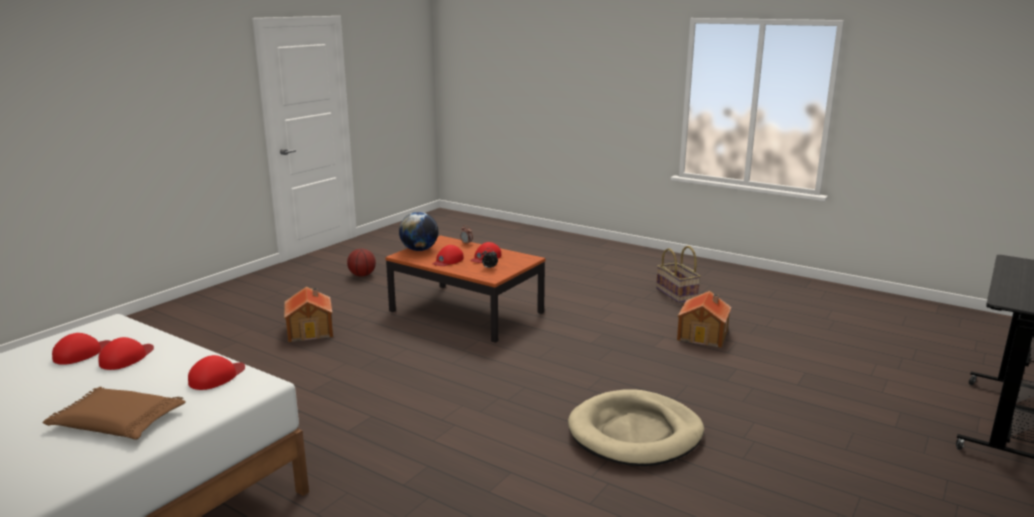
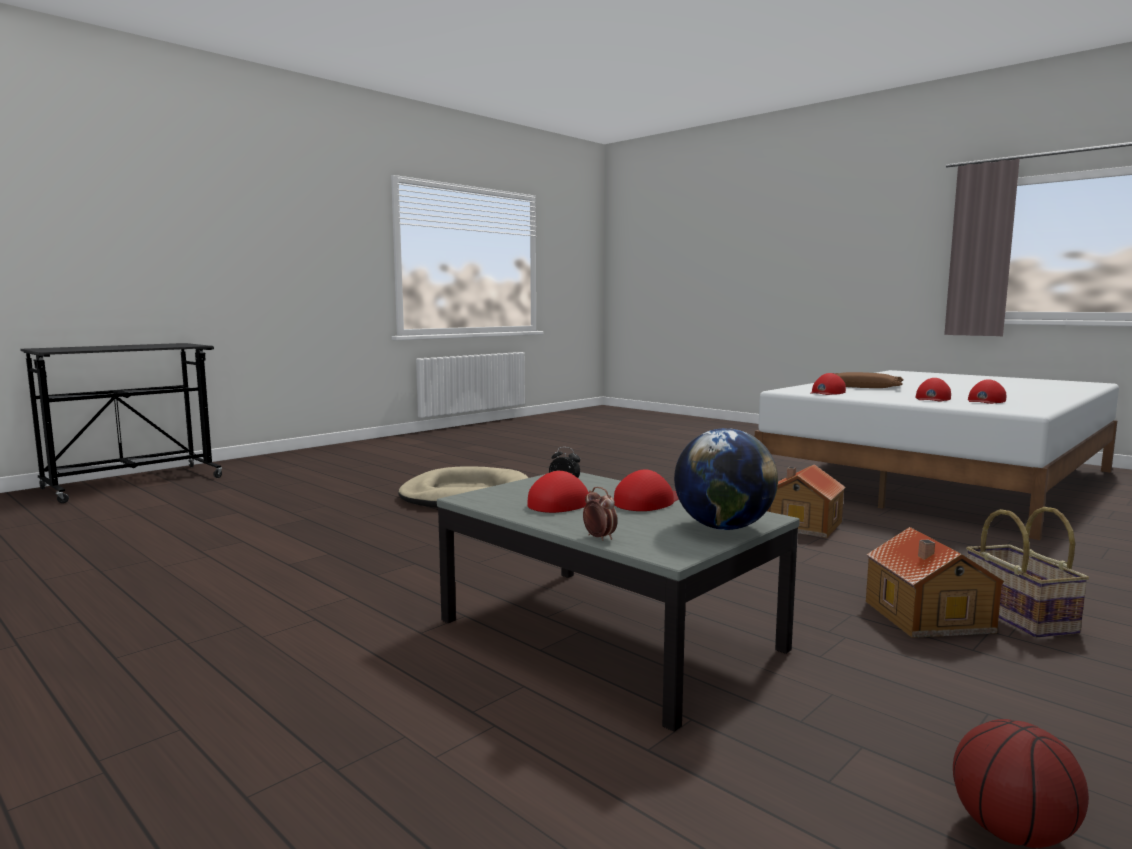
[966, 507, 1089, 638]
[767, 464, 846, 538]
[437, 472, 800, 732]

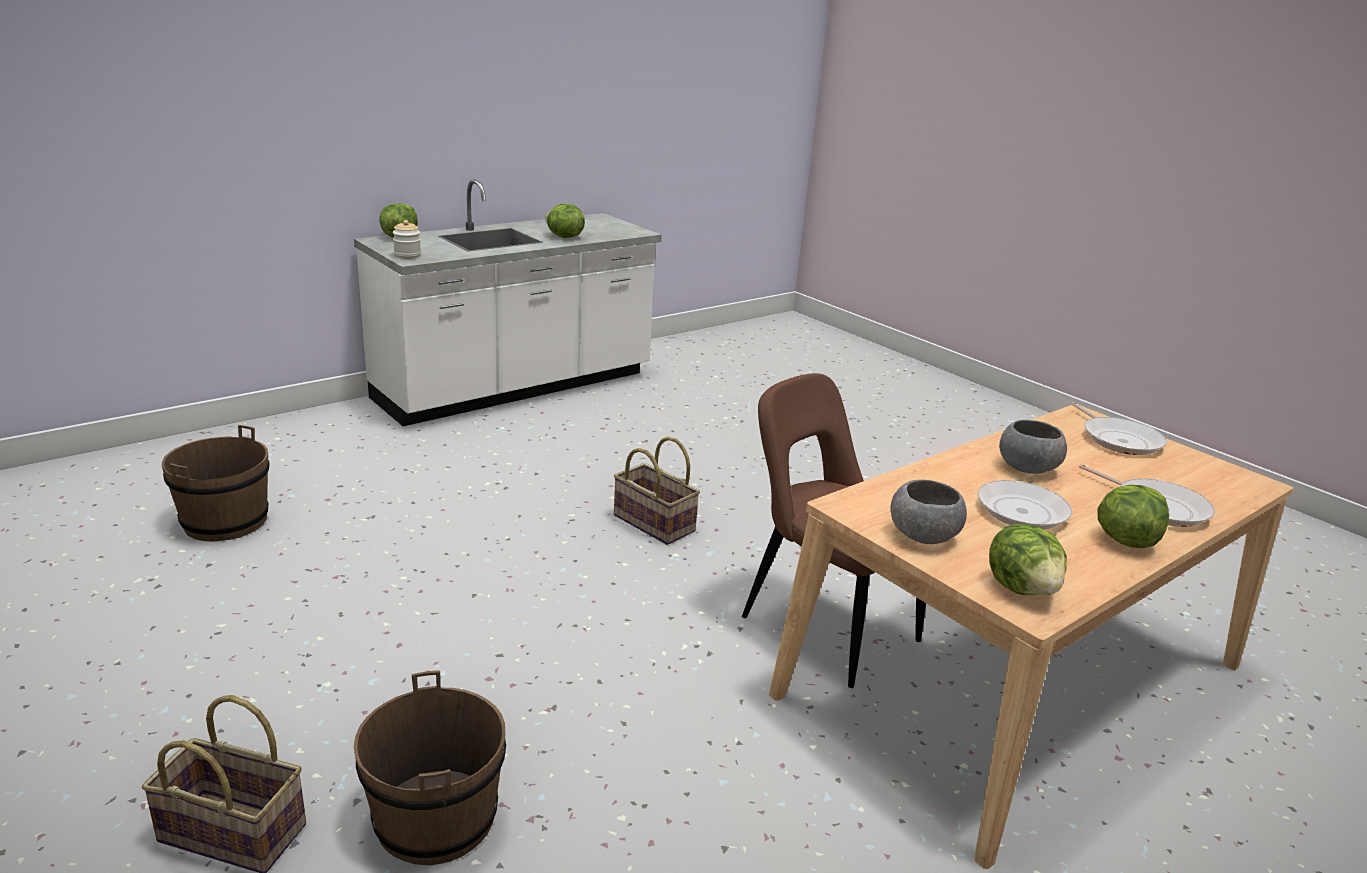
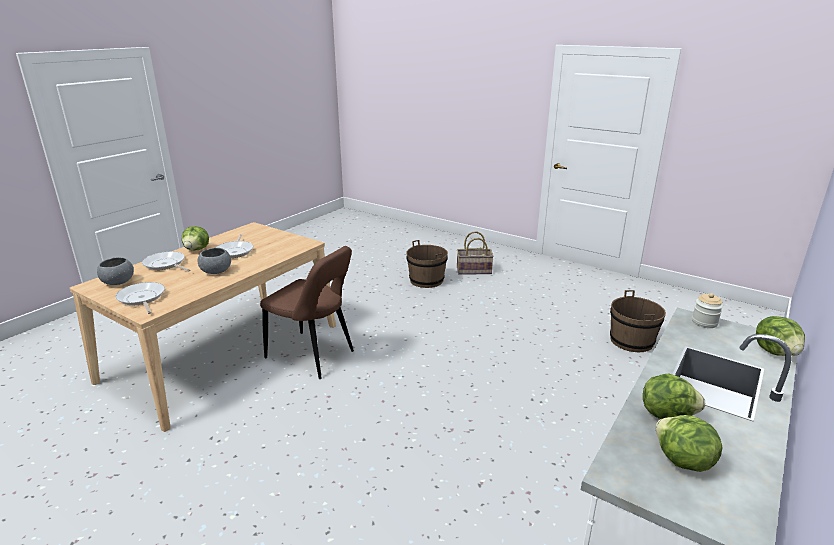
[614, 437, 700, 545] (first image)
[97, 257, 134, 285]
[655, 415, 723, 472]

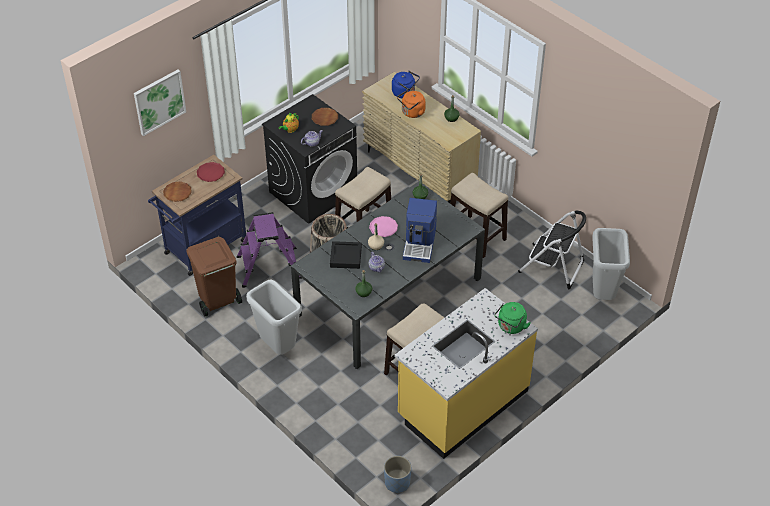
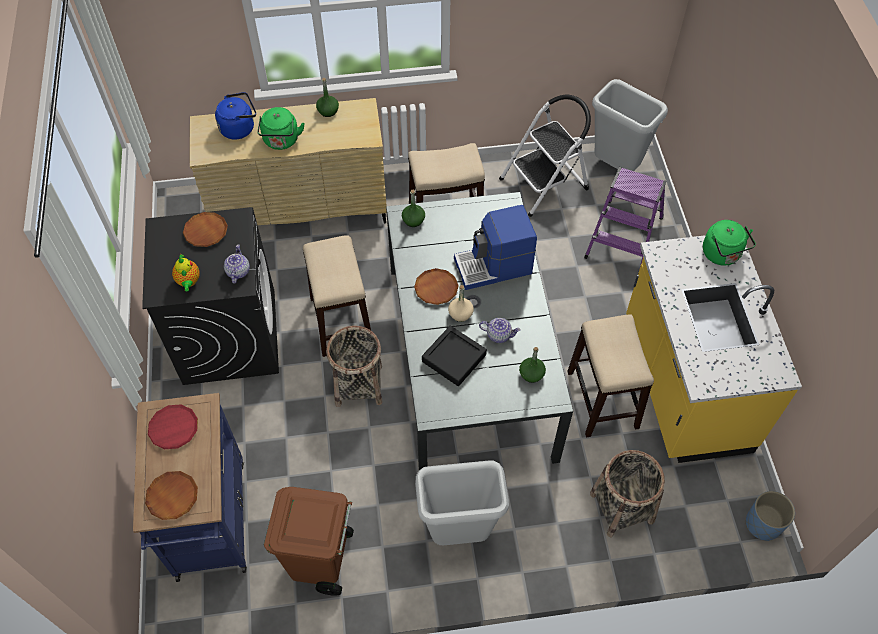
[134, 70, 186, 136] (first image)
[590, 450, 665, 537]
[584, 167, 666, 273]
[414, 268, 459, 305]
[257, 107, 305, 150]
[454, 205, 537, 290]

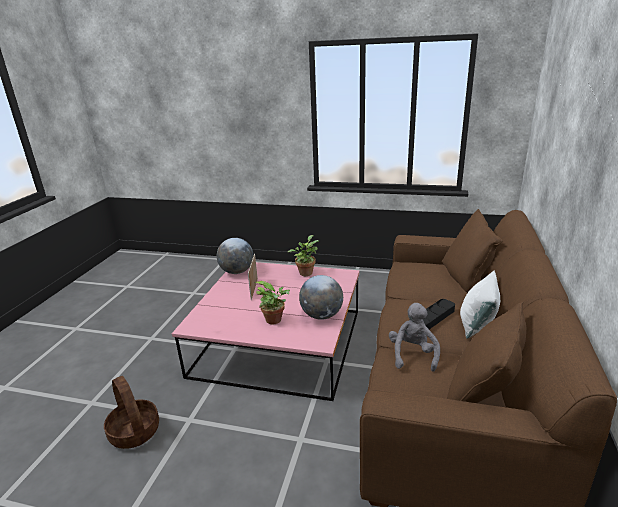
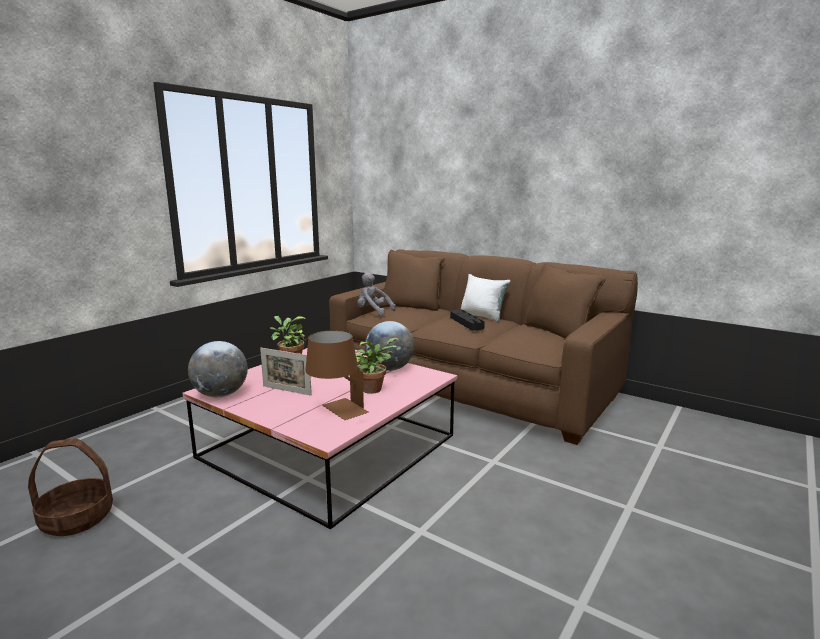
[305, 330, 368, 420]
[28, 438, 113, 536]
[357, 272, 396, 315]

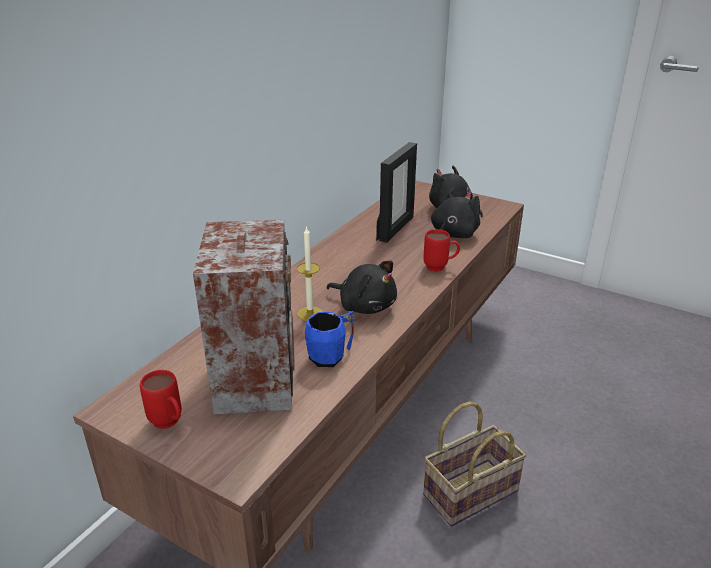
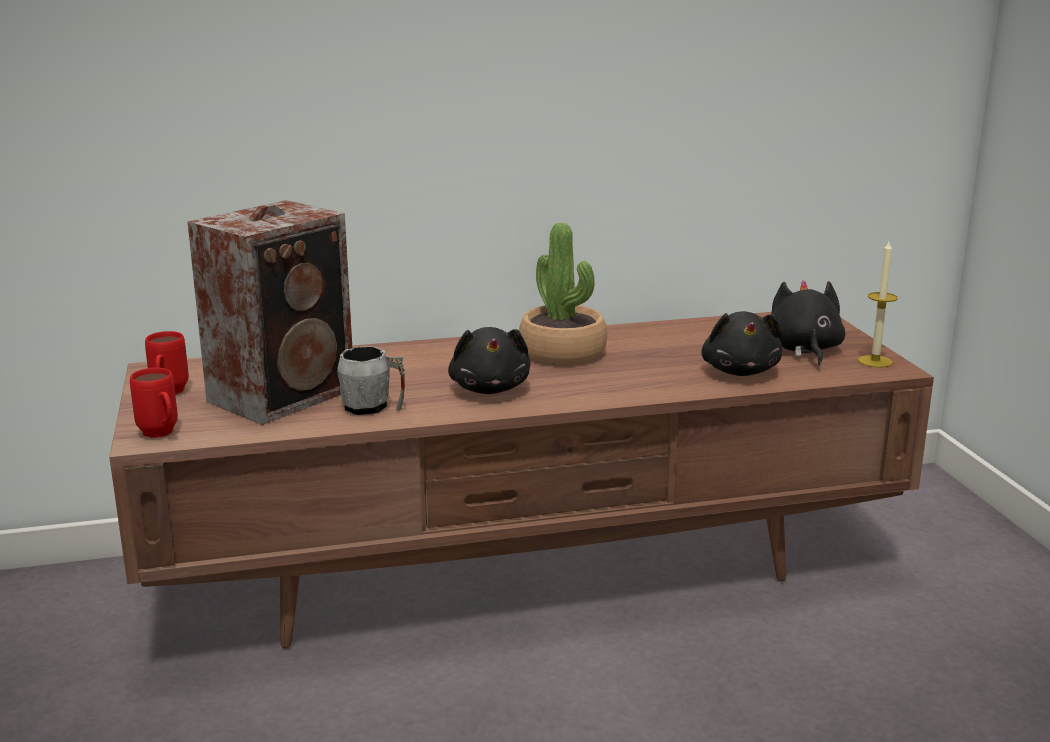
[376, 142, 417, 243] (first image)
[423, 401, 526, 527] (first image)
[519, 223, 607, 365]
[858, 241, 898, 368]
[130, 368, 178, 438]
[337, 346, 405, 415]
[701, 311, 782, 376]

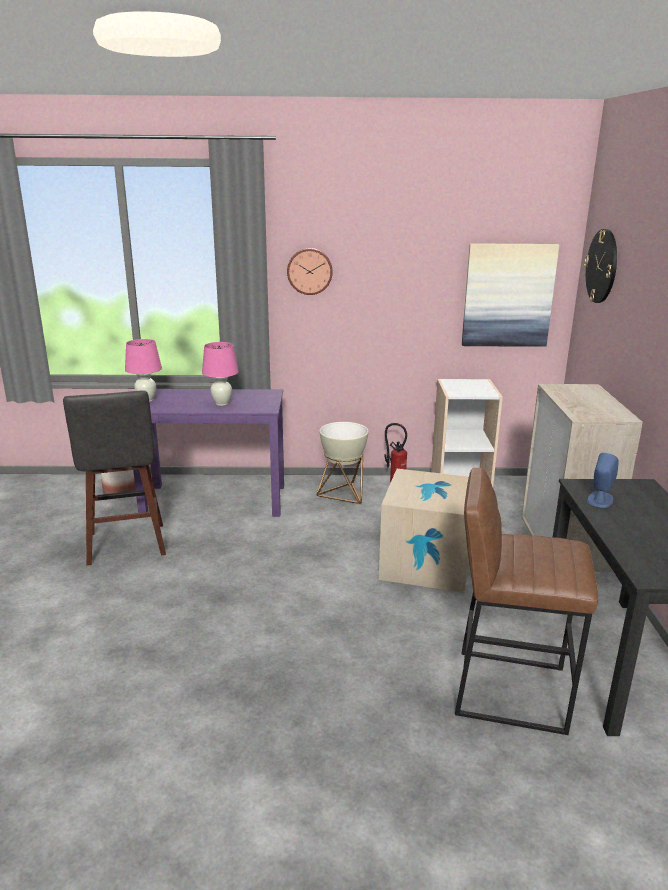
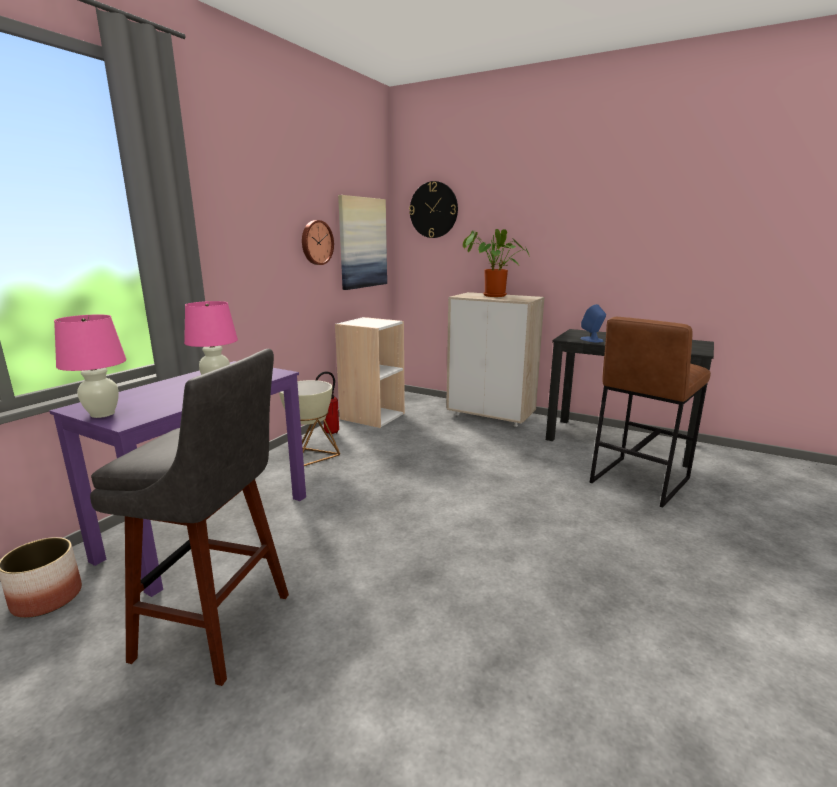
[379, 469, 469, 593] (first image)
[463, 229, 530, 297]
[302, 220, 334, 265]

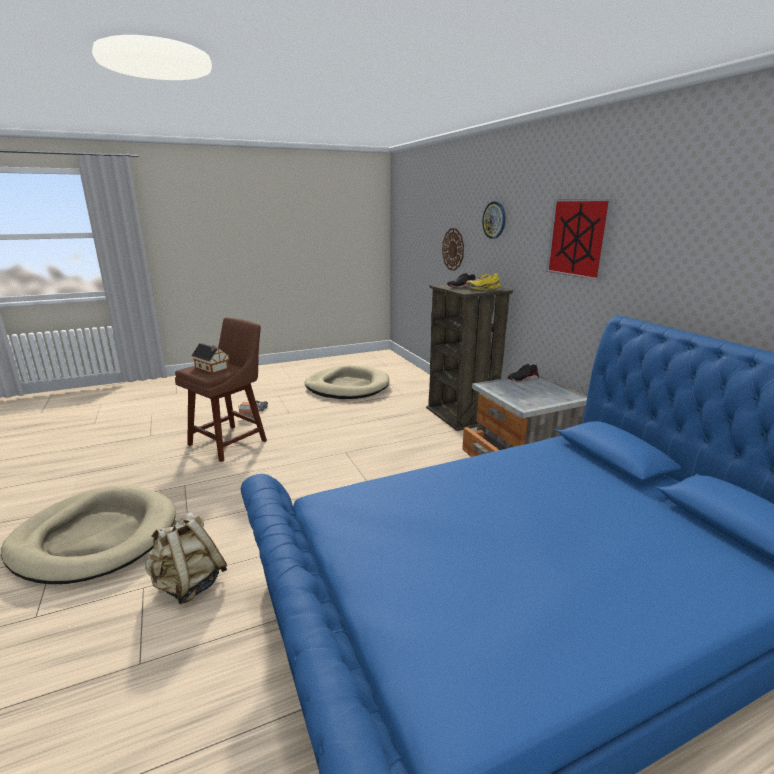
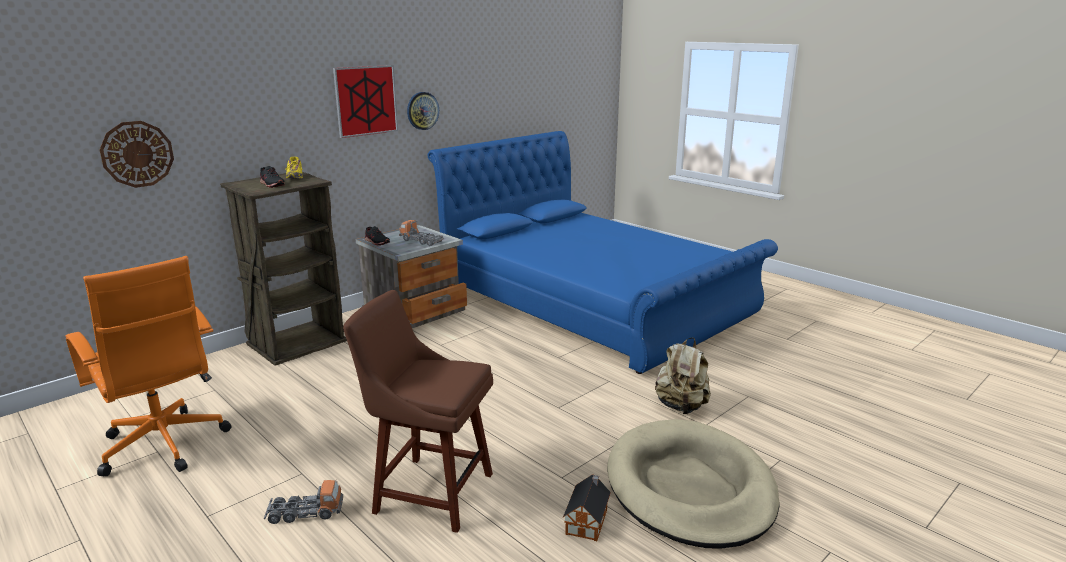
[399, 220, 444, 246]
[563, 474, 611, 541]
[407, 92, 439, 130]
[65, 256, 232, 476]

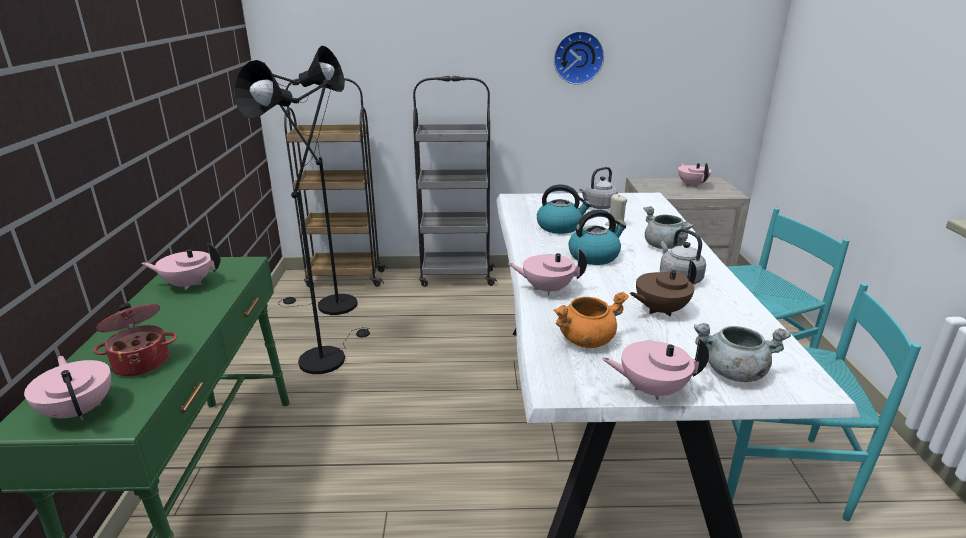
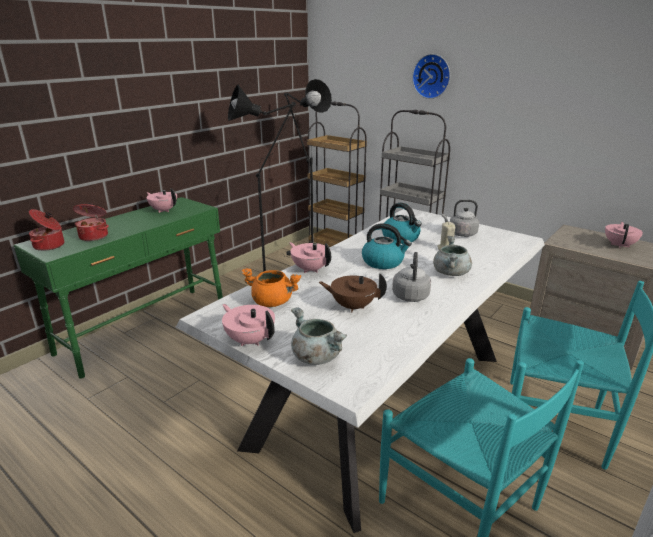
[412, 54, 450, 99]
[29, 209, 64, 251]

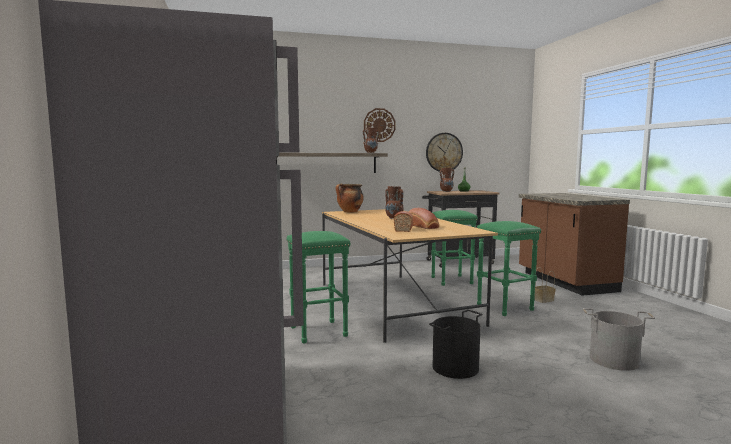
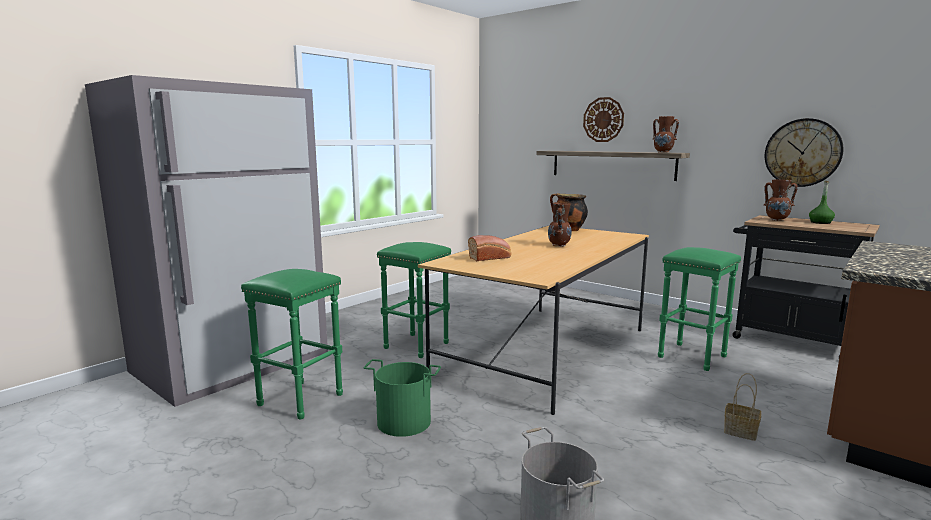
[409, 208, 439, 229] (first image)
[583, 97, 624, 142]
[241, 269, 343, 419]
[364, 359, 441, 437]

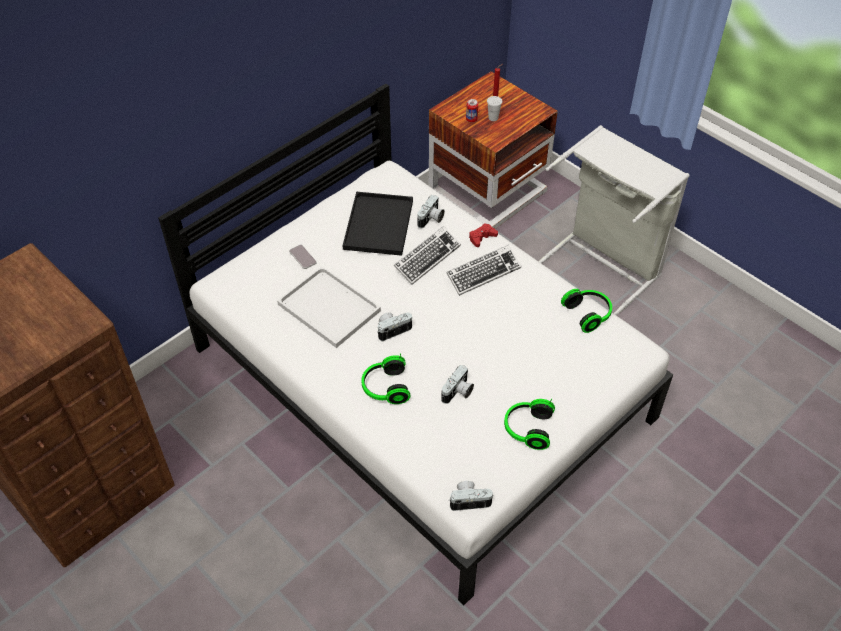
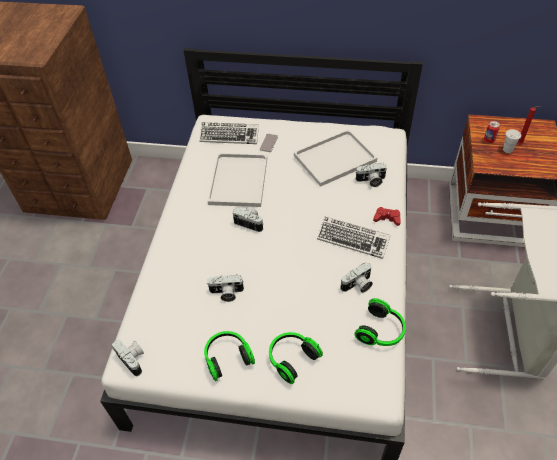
[340, 263, 373, 293]
[269, 332, 323, 384]
[199, 122, 259, 144]
[294, 129, 377, 187]

